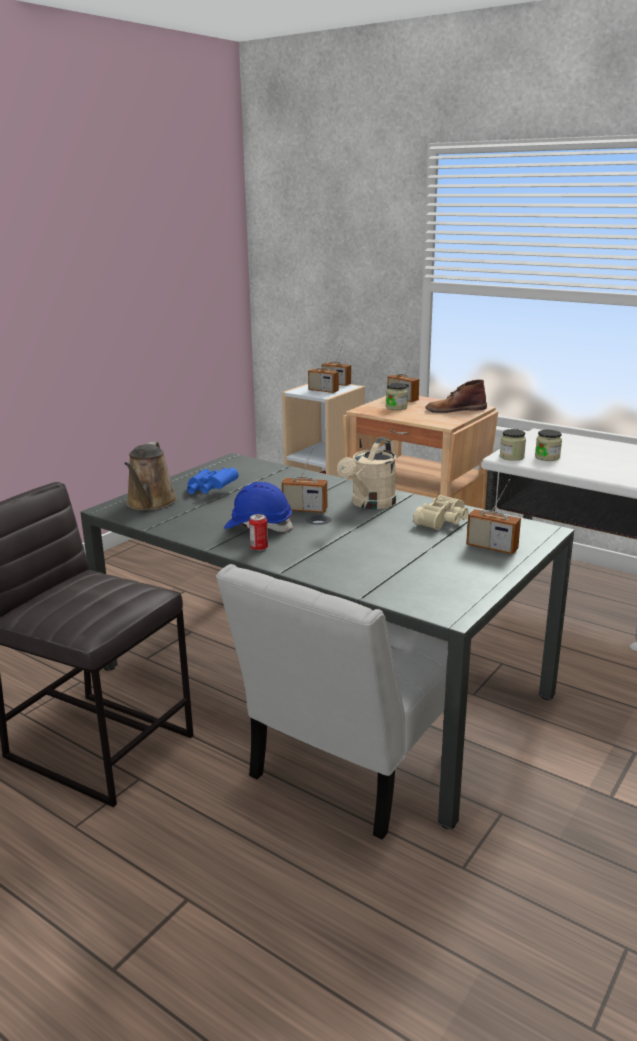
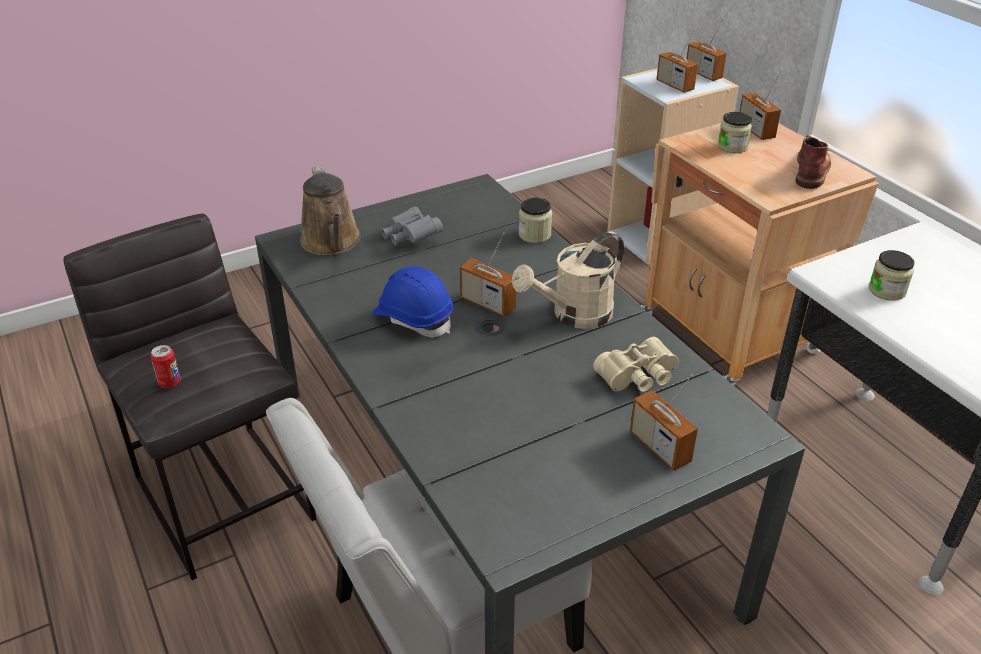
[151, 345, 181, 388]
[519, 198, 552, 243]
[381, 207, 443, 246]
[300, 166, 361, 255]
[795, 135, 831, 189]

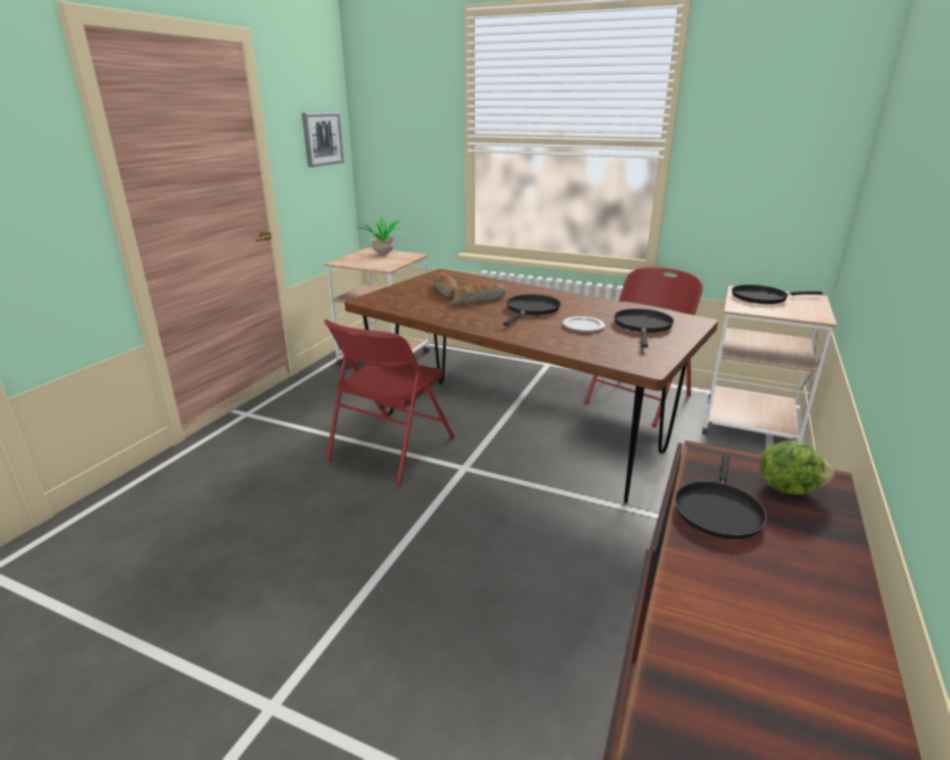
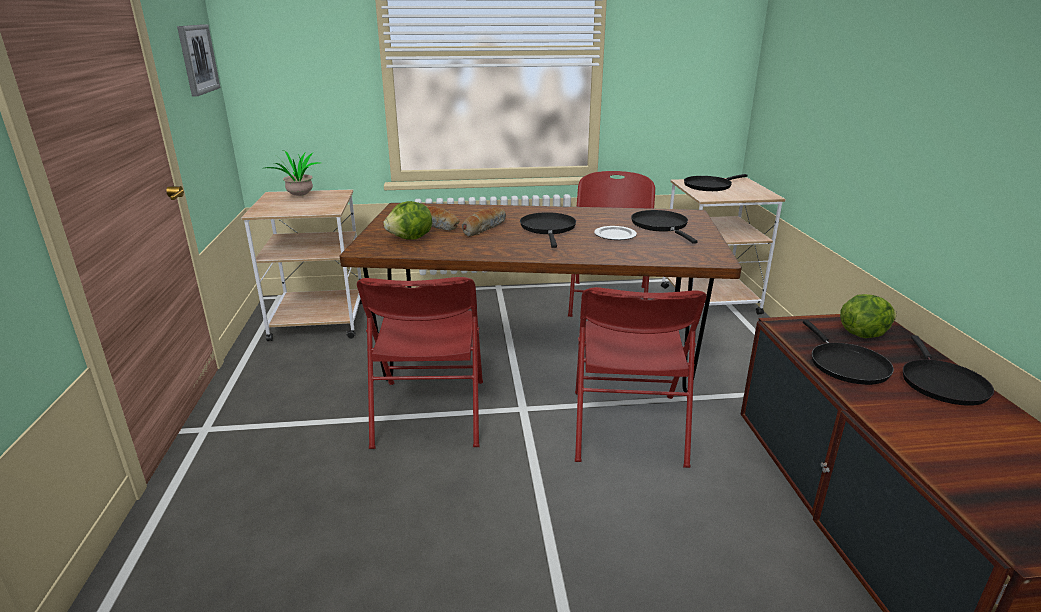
[383, 201, 432, 240]
[575, 287, 706, 468]
[903, 335, 994, 406]

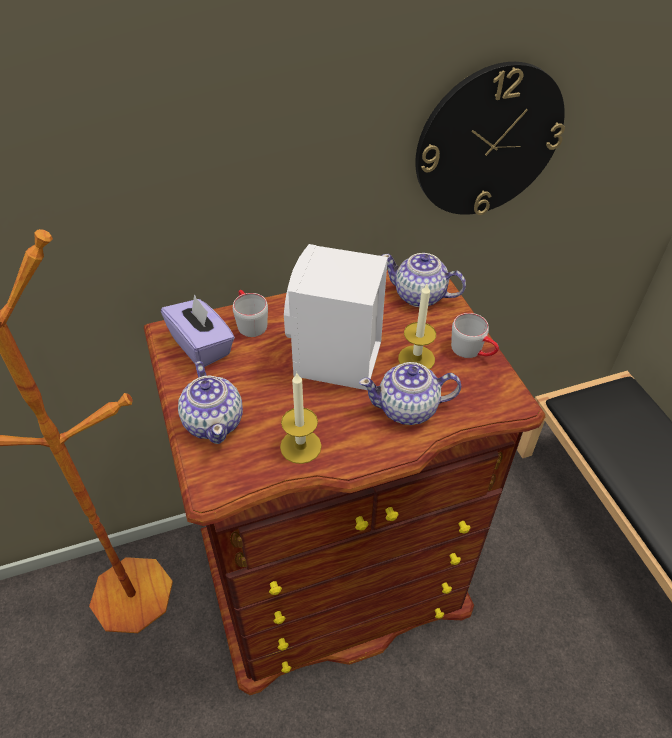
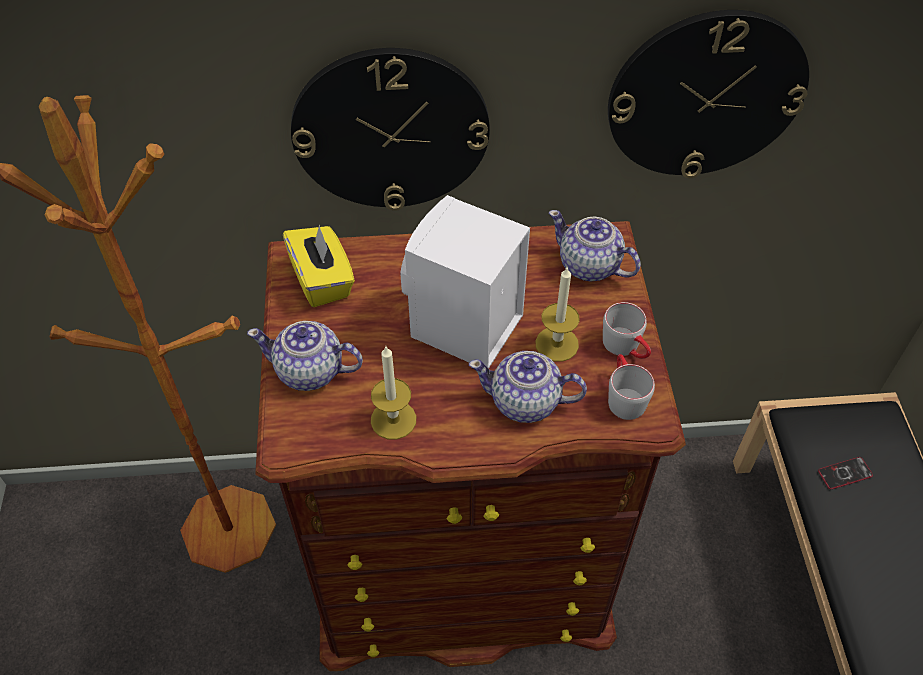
[291, 48, 490, 211]
[818, 457, 873, 489]
[608, 354, 655, 420]
[283, 224, 355, 307]
[247, 321, 363, 391]

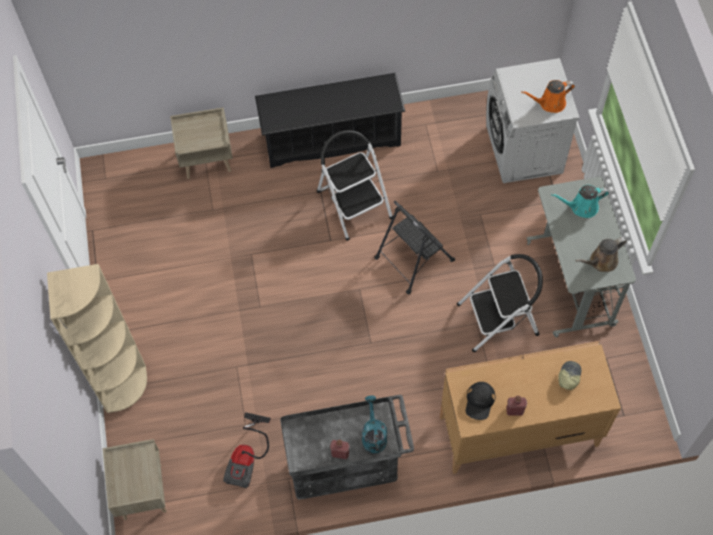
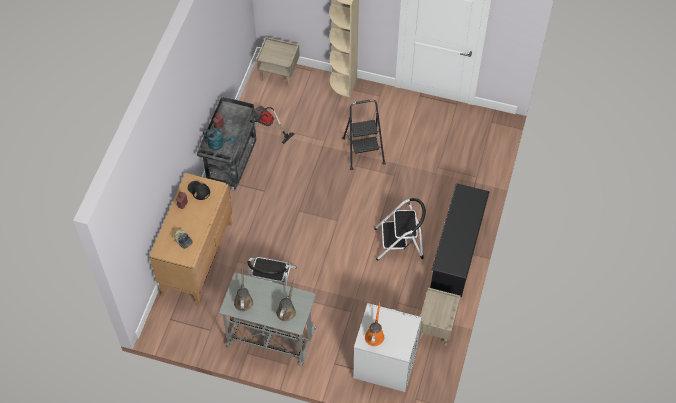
[419, 287, 461, 346]
[342, 100, 386, 170]
[276, 278, 296, 321]

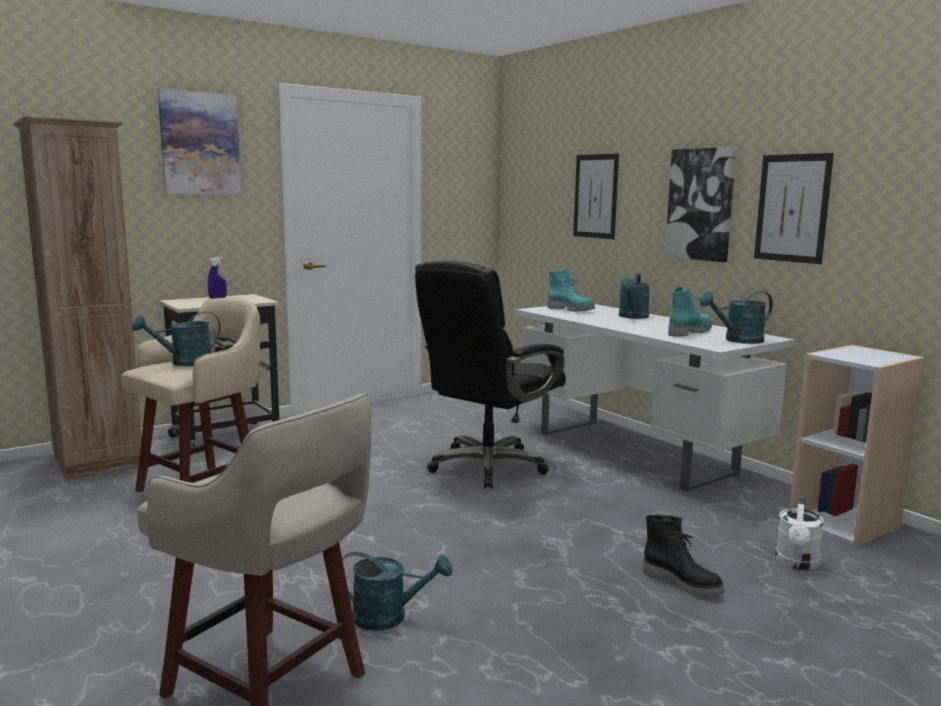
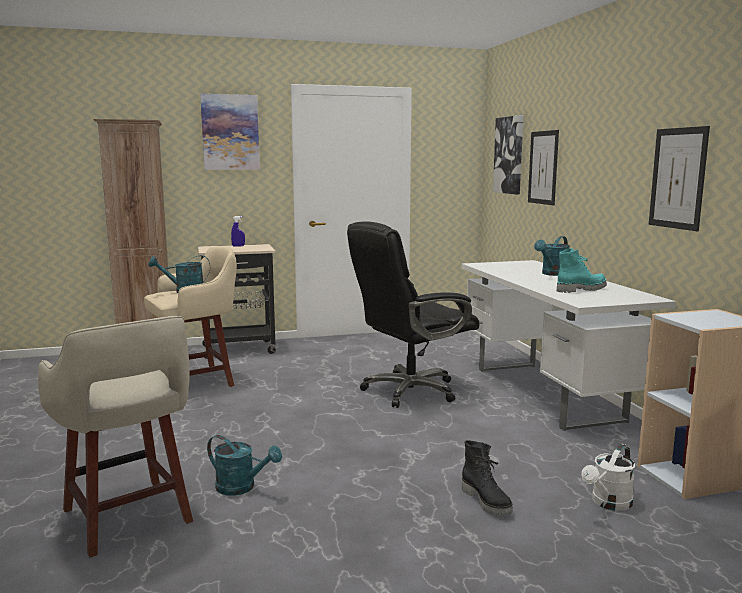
[548, 269, 595, 312] (first image)
[699, 291, 773, 344] (first image)
[493, 115, 523, 194]

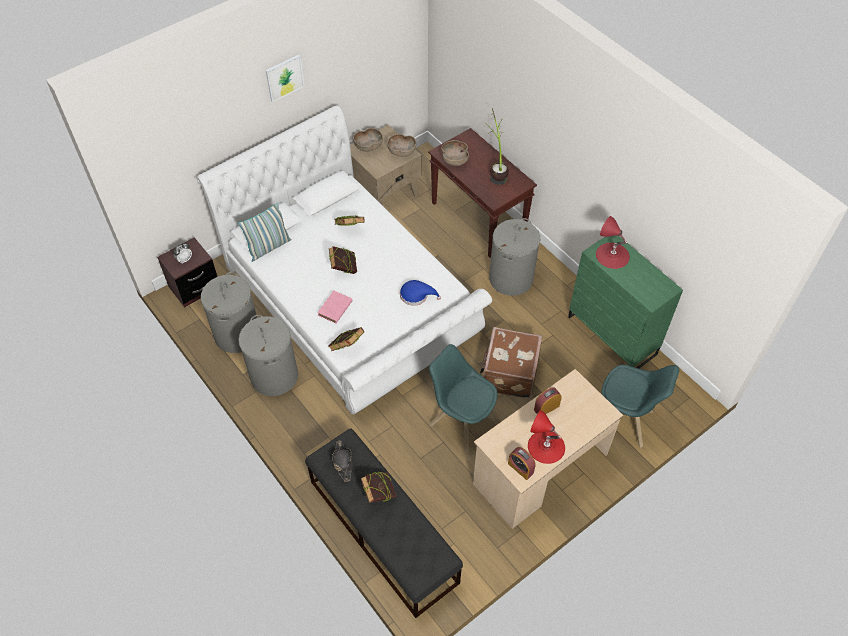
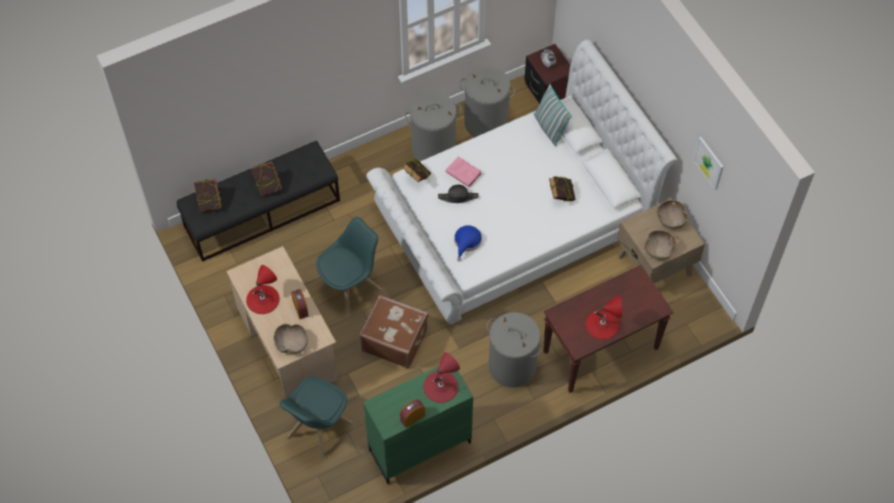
[693, 137, 724, 190]
[194, 179, 222, 211]
[438, 184, 479, 203]
[274, 324, 308, 354]
[400, 399, 425, 428]
[586, 296, 622, 340]

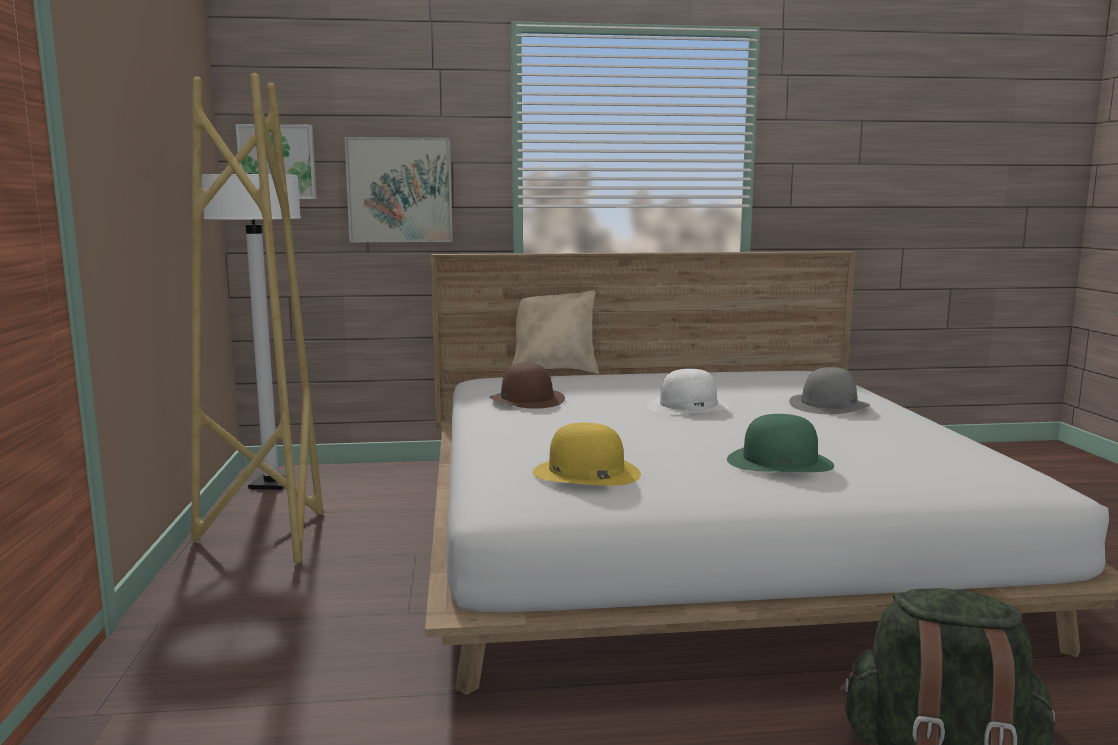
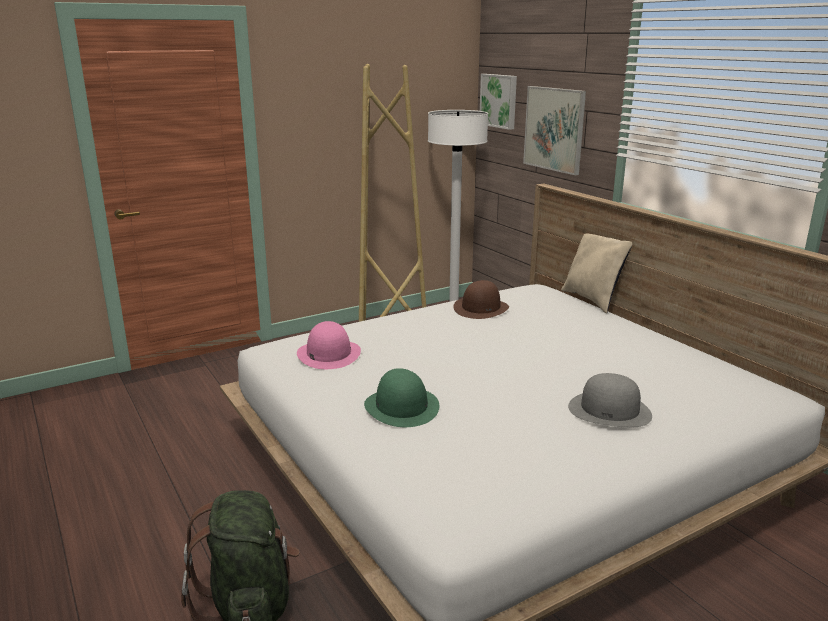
[647, 369, 730, 414] (first image)
[297, 321, 361, 369]

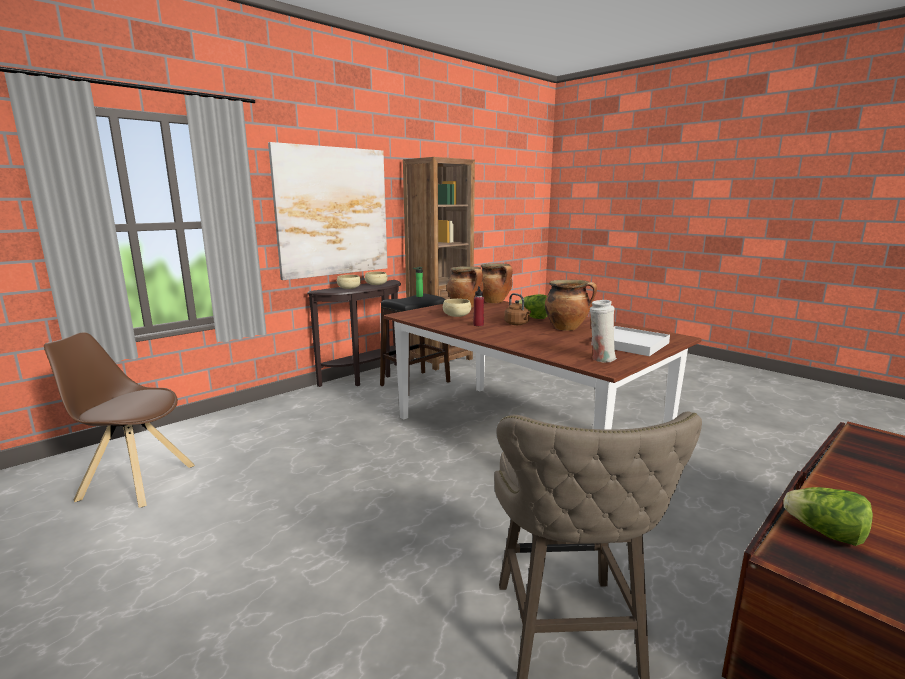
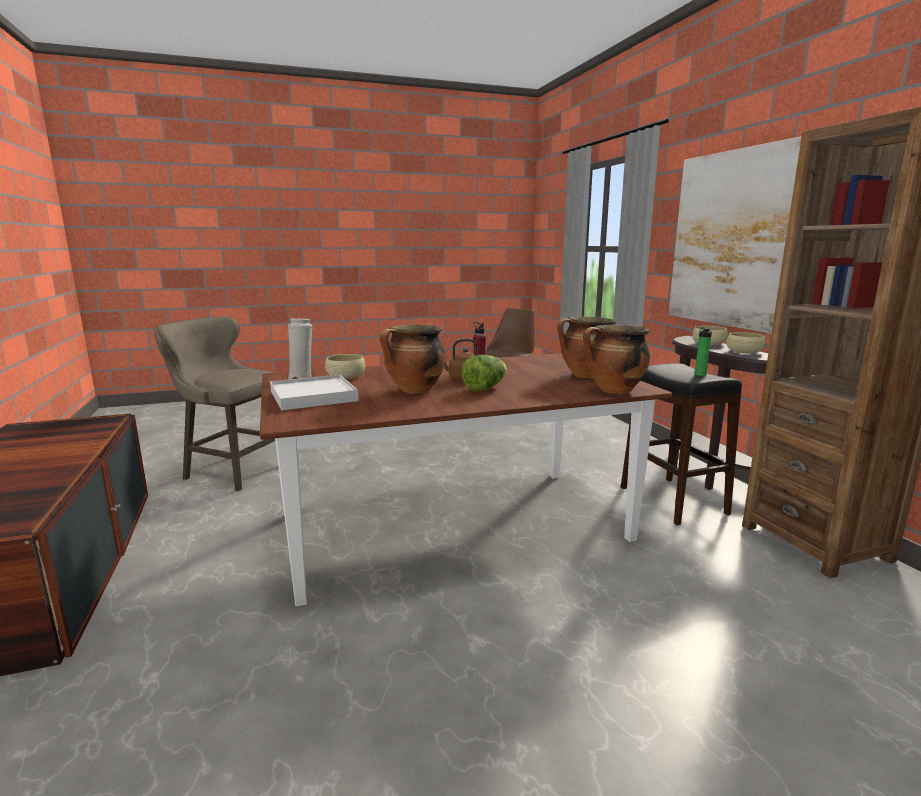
[783, 487, 873, 546] (first image)
[325, 354, 365, 379]

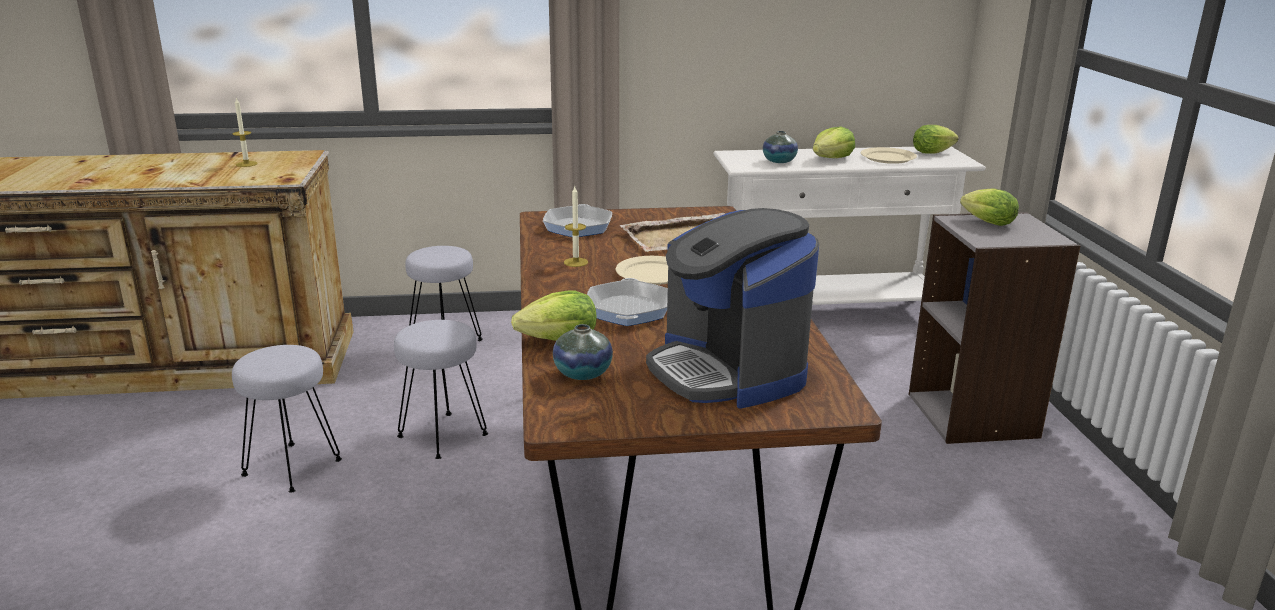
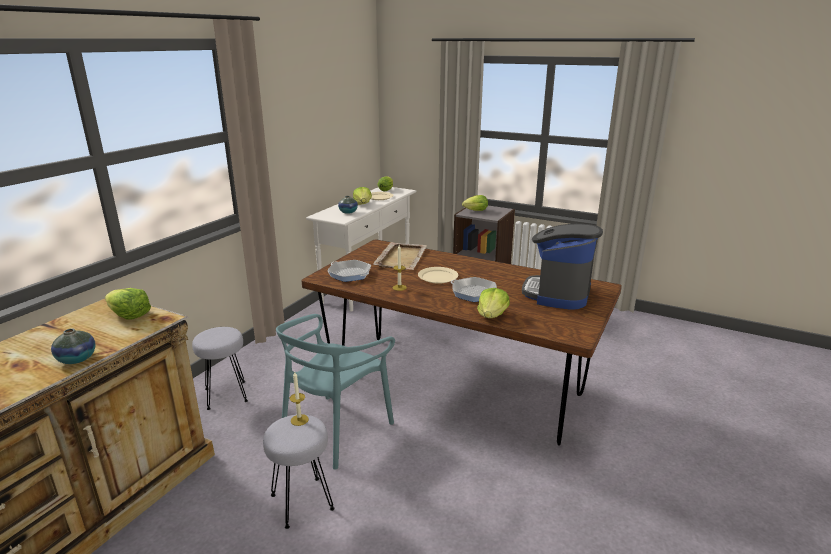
[105, 288, 151, 320]
[290, 372, 309, 426]
[51, 328, 95, 364]
[276, 314, 395, 470]
[522, 224, 603, 310]

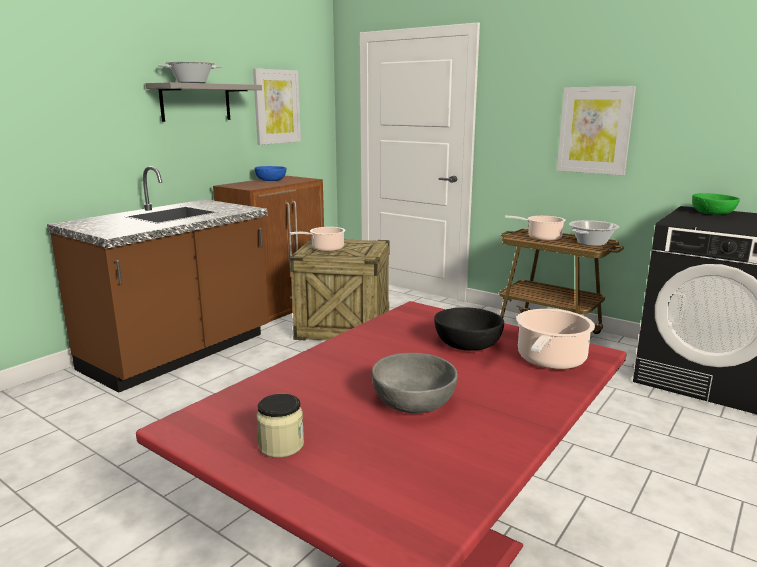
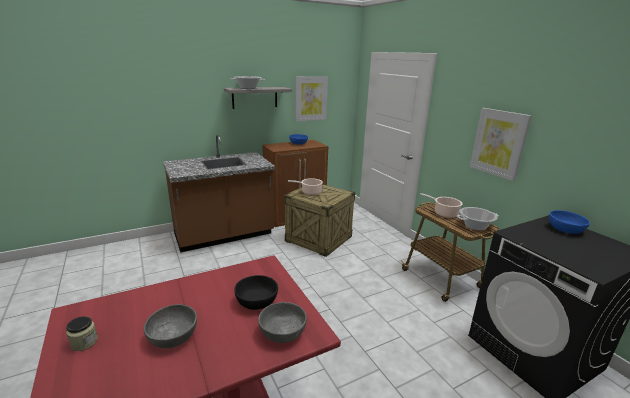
[258, 302, 307, 343]
[549, 210, 590, 234]

